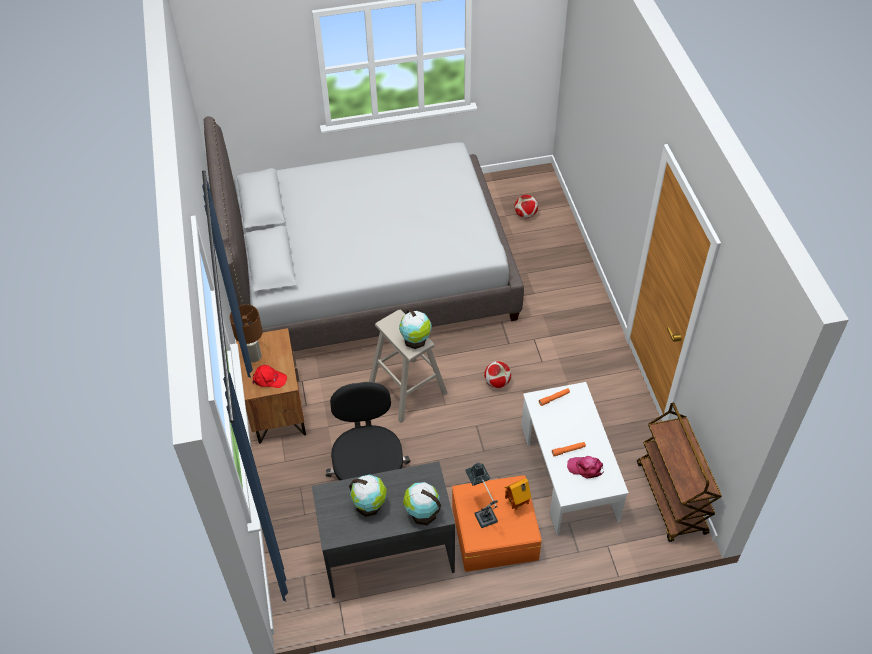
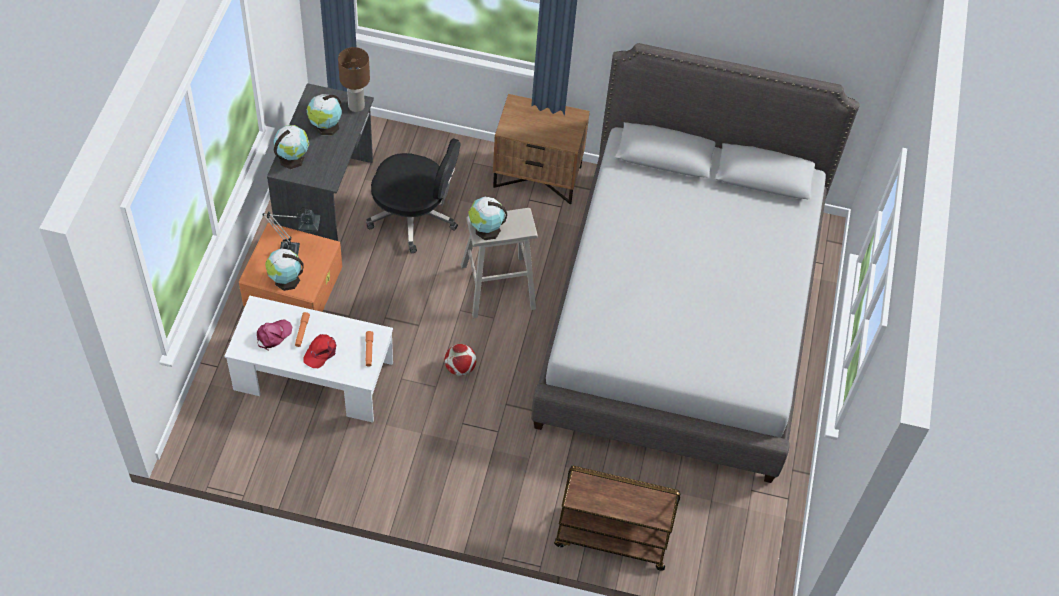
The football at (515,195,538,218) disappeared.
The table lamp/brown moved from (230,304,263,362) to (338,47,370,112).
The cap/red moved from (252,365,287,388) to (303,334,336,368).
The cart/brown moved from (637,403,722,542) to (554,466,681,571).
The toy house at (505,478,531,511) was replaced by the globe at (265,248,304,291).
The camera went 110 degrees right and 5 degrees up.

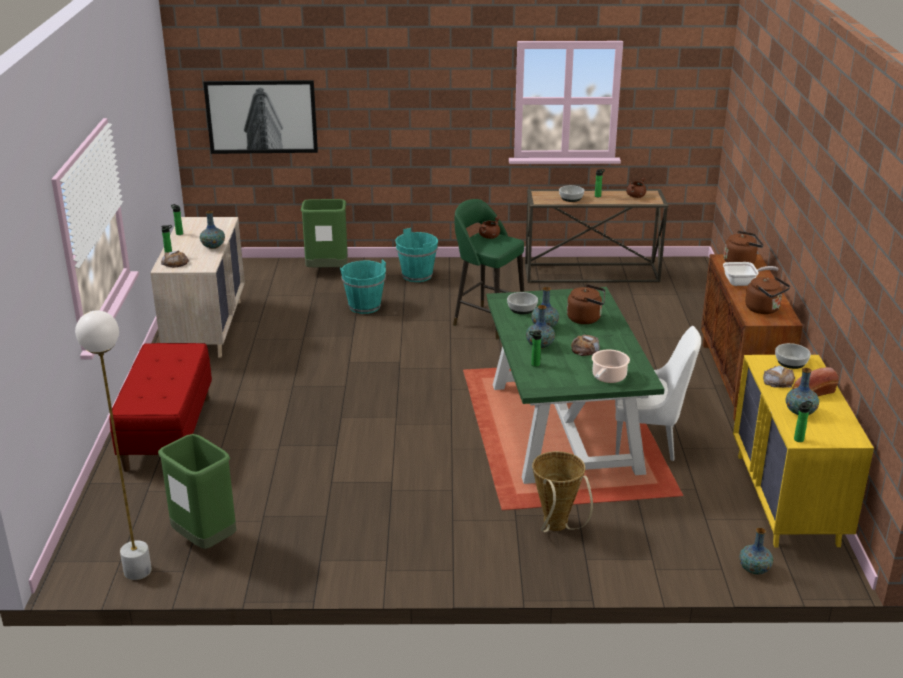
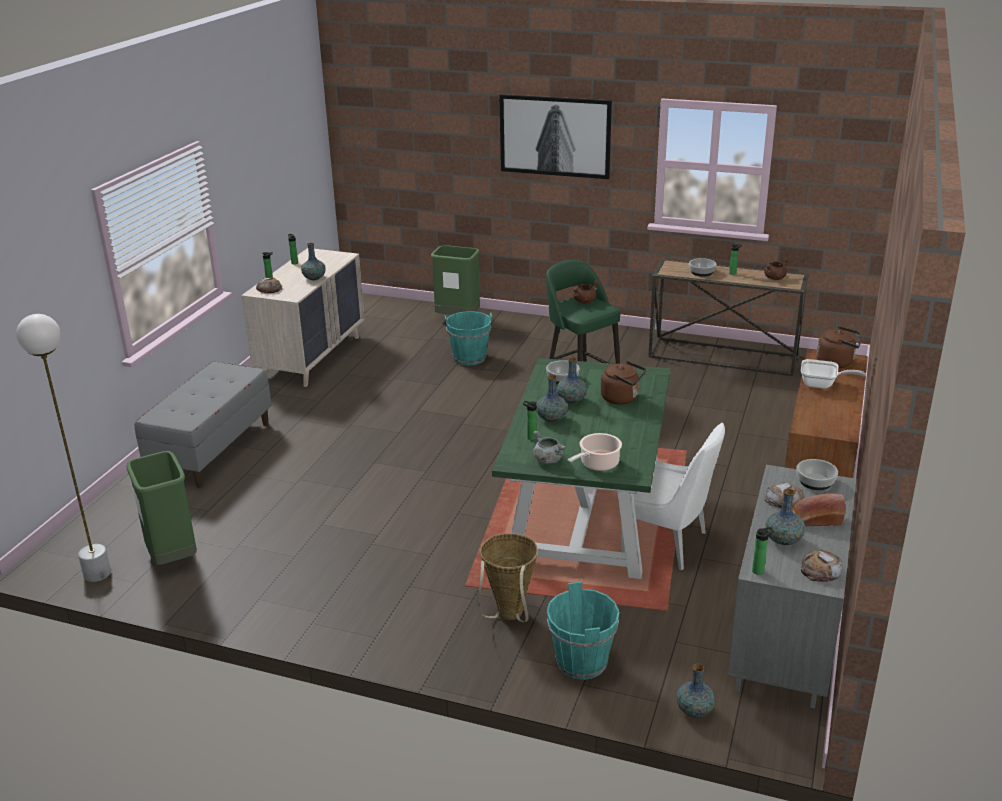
The kettle/brown at (745,276,790,314) disappeared.
The cooking pot/grey at (533,431,566,464) appeared.
The picture moved from (203,80,318,154) to (499,94,612,179).
The bucket/turquoise moved from (395,228,438,282) to (547,582,619,680).
The bread moved from (571,335,600,356) to (801,550,842,582).
The bench/red at (110,343,212,472) became the bench/grey at (135,361,272,488).
The dresser/yellow at (733,355,874,548) became the dresser/grey at (728,465,856,709).
The camera went 20 degrees right and 0 degrees up.

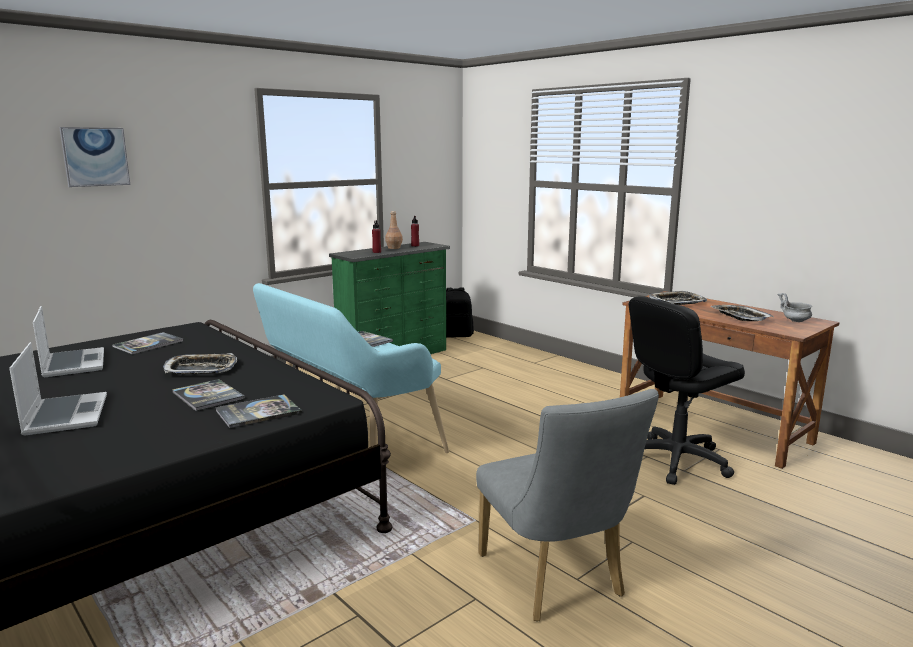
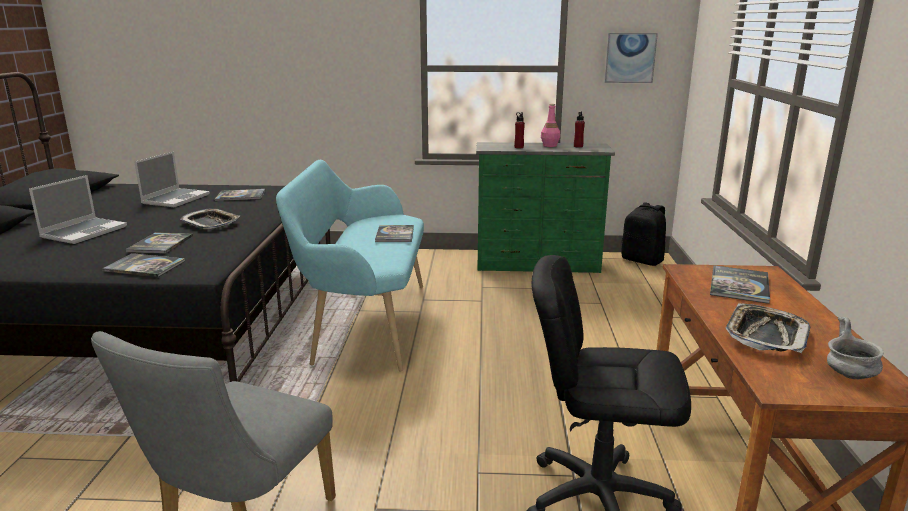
The picture moved from (59,127,130,187) to (604,33,658,83).
The tray at (649,291,707,305) was replaced by the book at (710,265,770,304).
The bottle/brown at (385,211,403,249) became the bottle/pink at (541,104,560,147).
The camera went 45 degrees right and 5 degrees up.

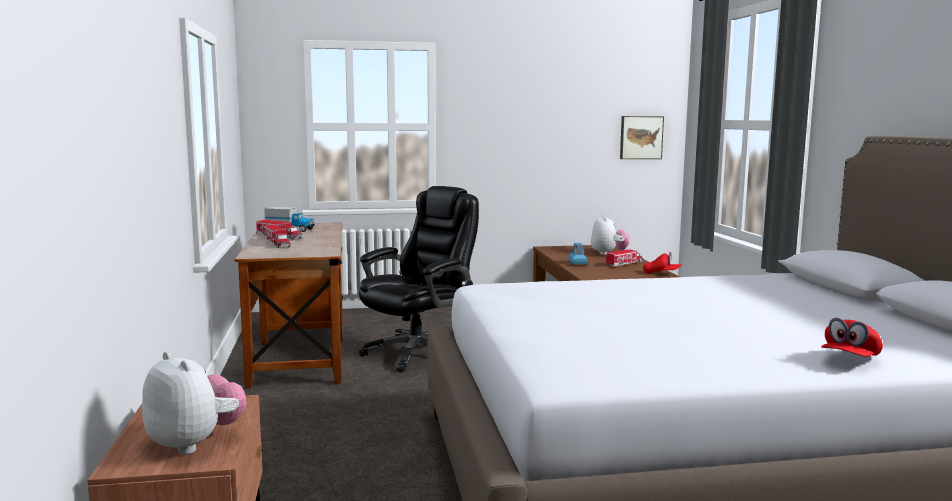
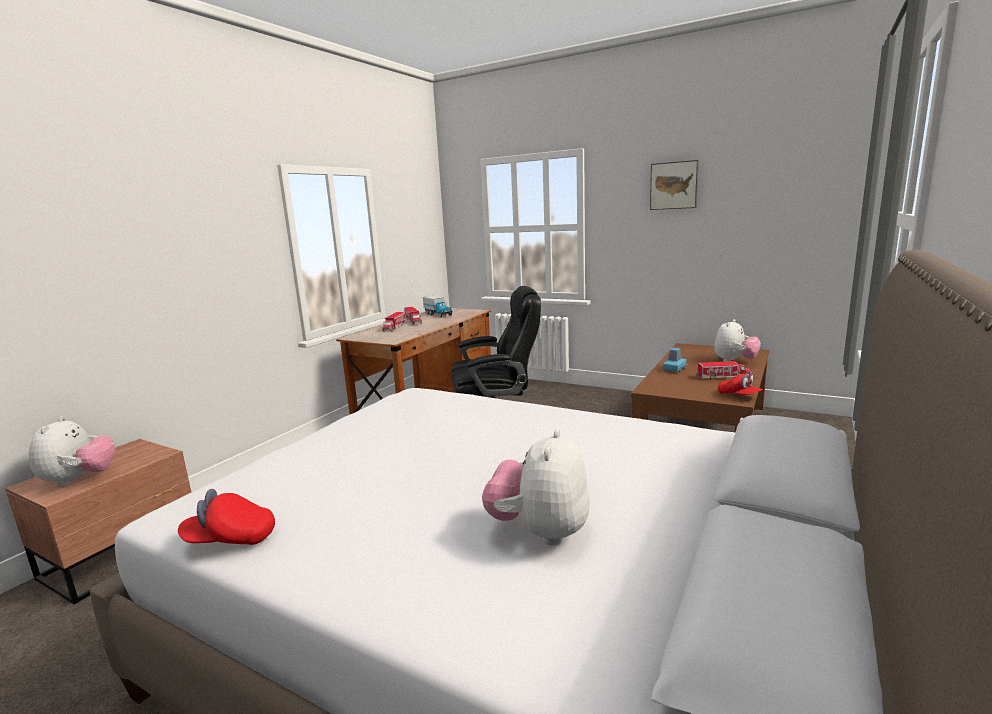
The plush toy at (482,429,590,546) appeared.
The picture moved from (620,116,664,159) to (650,160,699,210).
The cap/red moved from (821,318,883,357) to (178,489,275,545).
The camera went 40 degrees right and 5 degrees up.

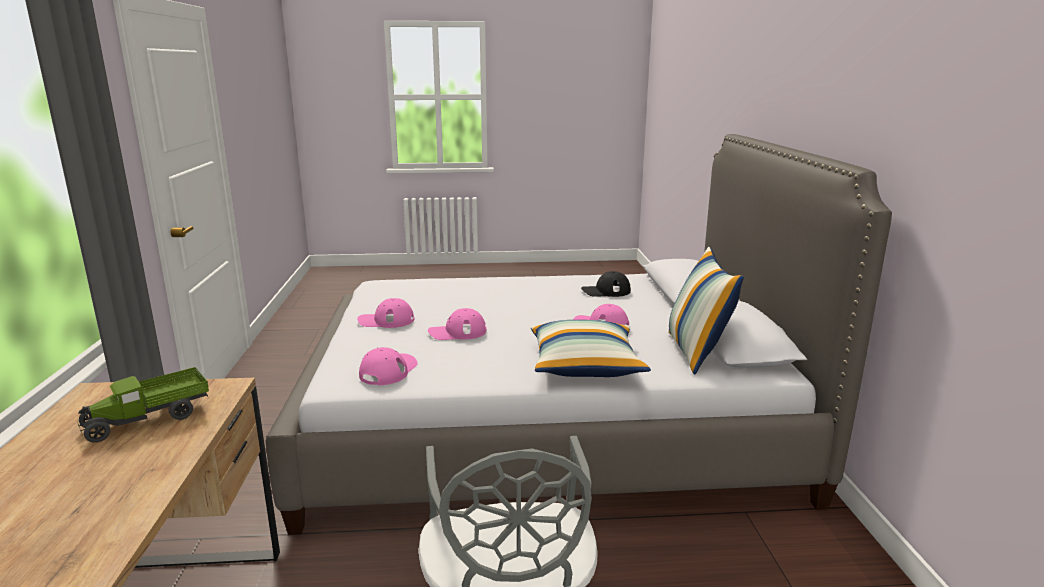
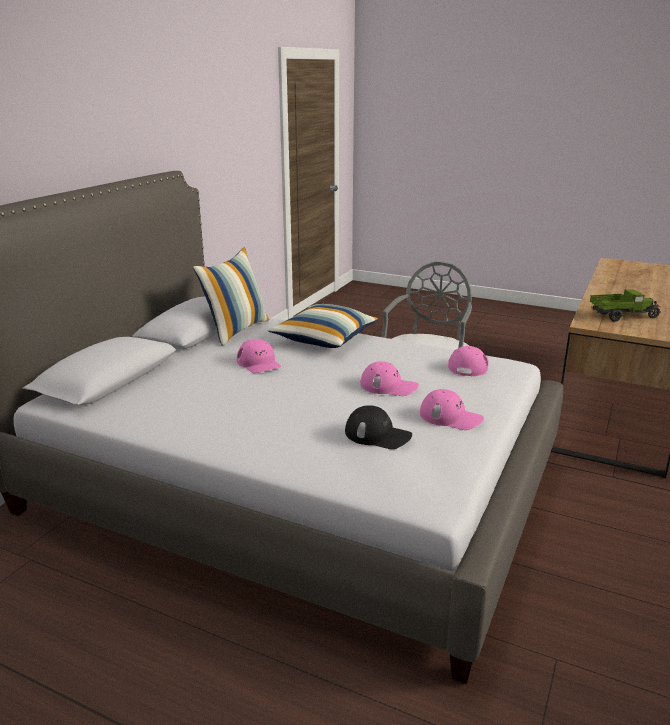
The cap/black moved from (581,271,631,297) to (345,405,412,449).
The cap/pink at (359,347,418,385) turned 150 degrees clockwise.
The camera went 150 degrees left and 5 degrees up.

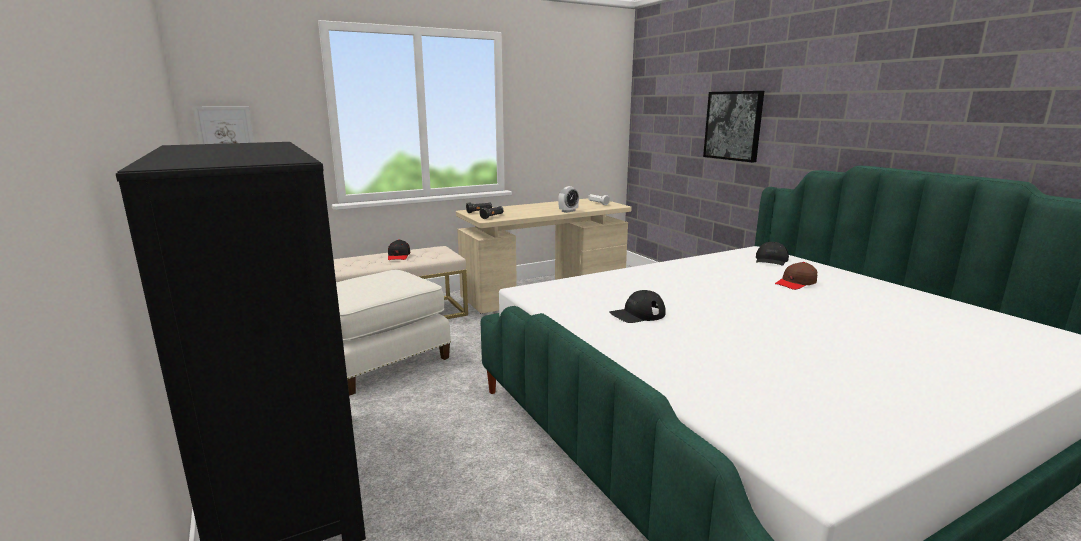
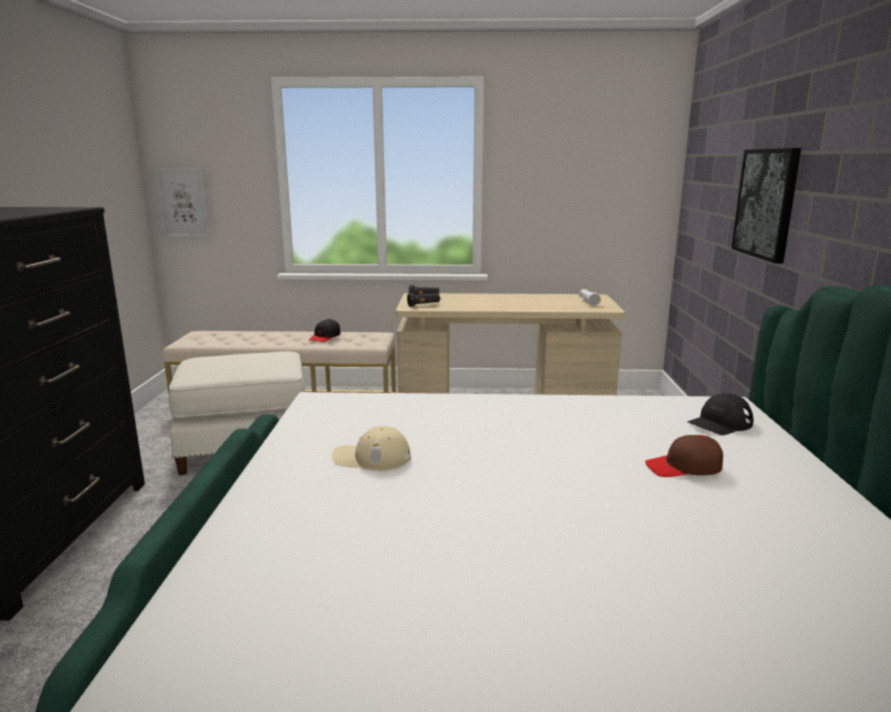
The alarm clock at (558,186,579,213) disappeared.
The cap/black at (609,290,666,323) became the cap/beige at (332,426,411,471).
The camera went 30 degrees right and 0 degrees up.

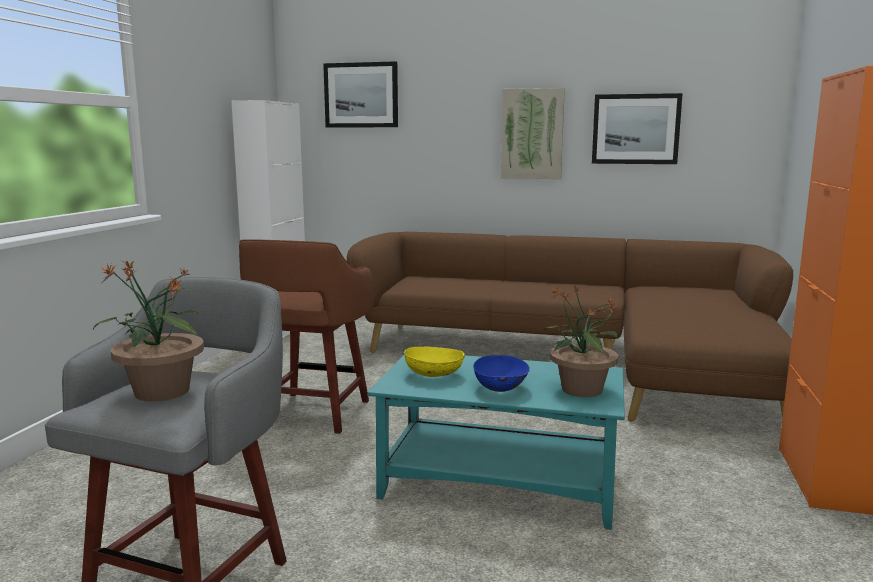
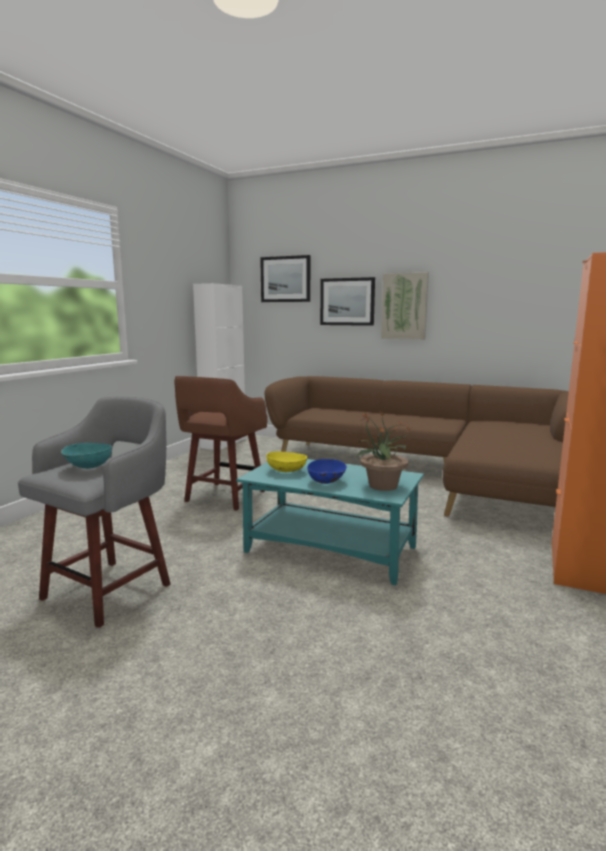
The picture moved from (592,93,683,164) to (320,277,375,326).
The potted plant at (92,260,204,402) was replaced by the bowl/turquoise at (61,443,112,469).
The camera went 10 degrees right and 0 degrees up.

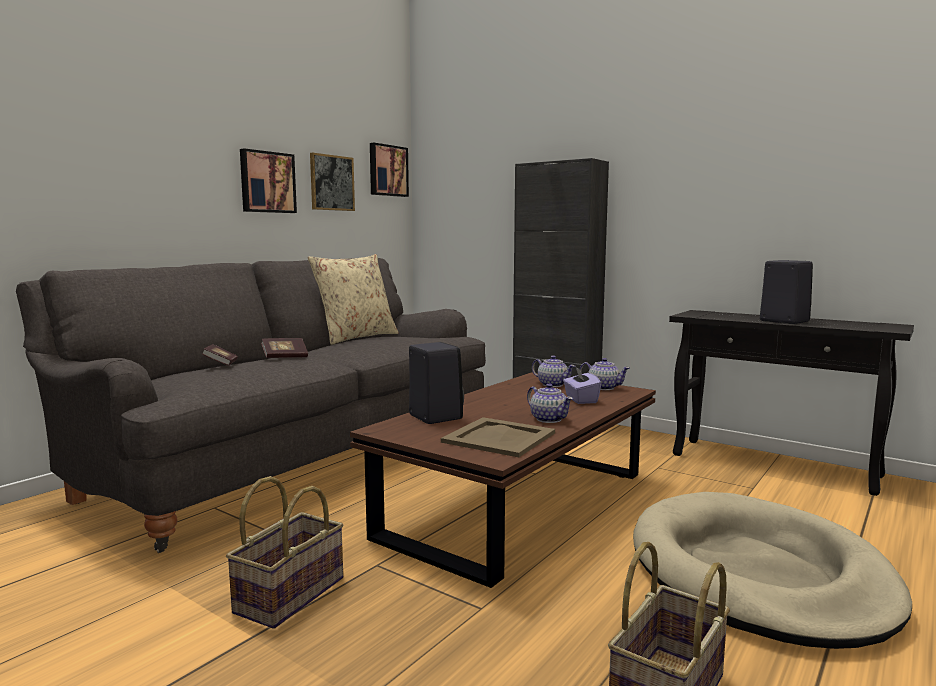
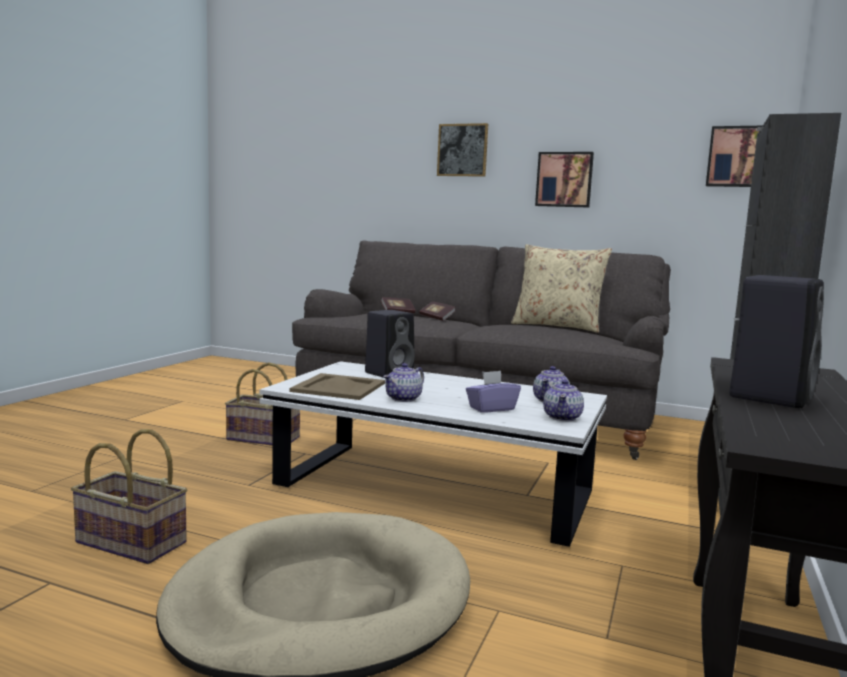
The picture moved from (310,153,355,211) to (437,123,488,177).
The coffee table/brown at (350,372,656,588) became the coffee table/white at (260,361,607,547).
The camera went 75 degrees right and 0 degrees up.

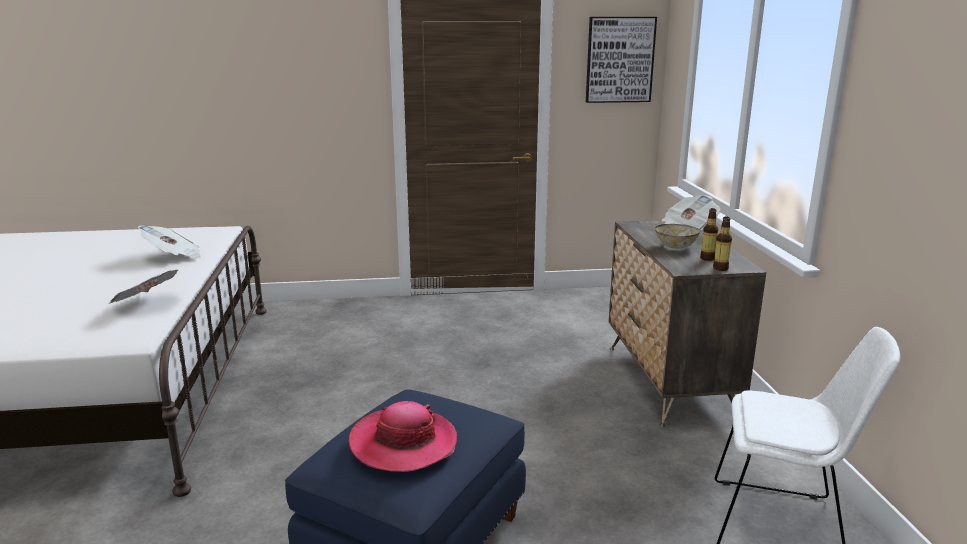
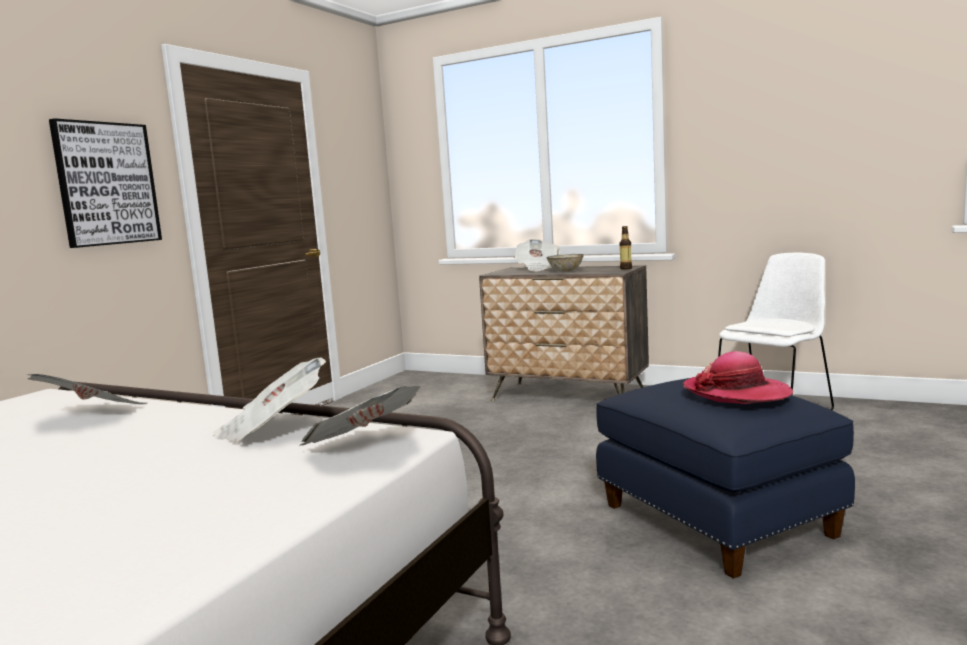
The bottle at (700,208,718,261) disappeared.
The newspaper at (299,386,421,446) appeared.
The picture moved from (586,17,657,103) to (49,118,162,248).
The camera went 55 degrees left and 10 degrees down.

